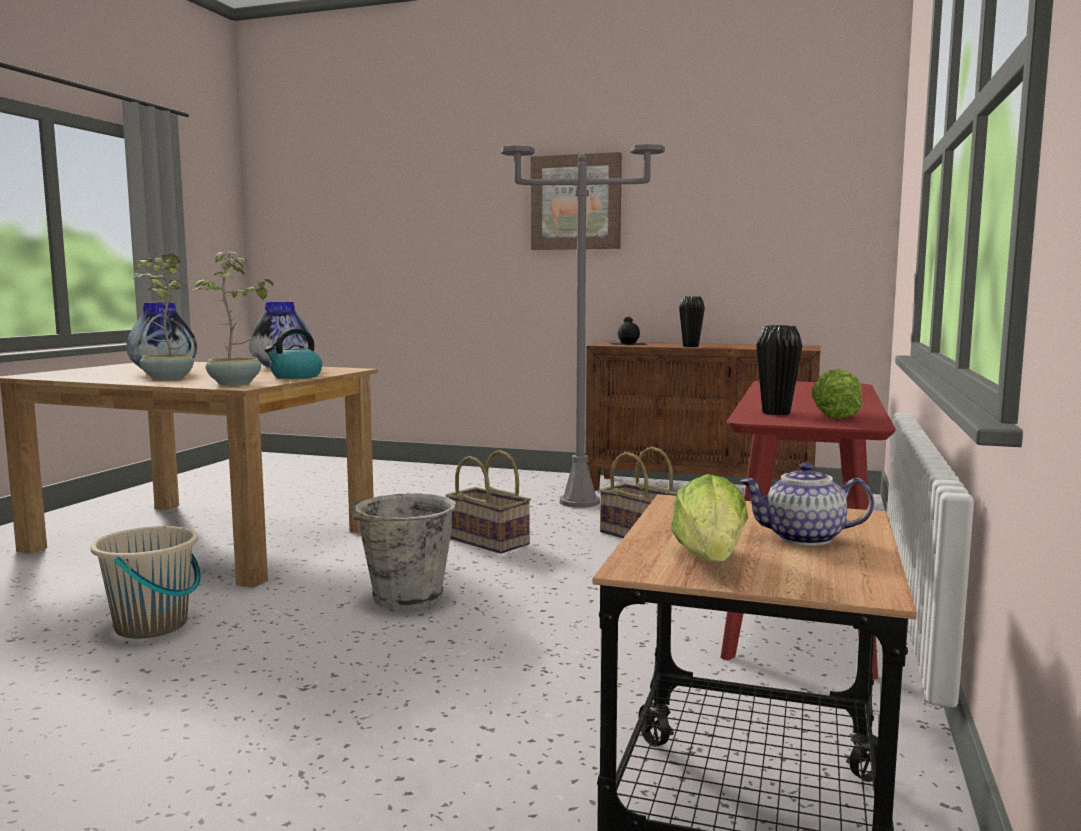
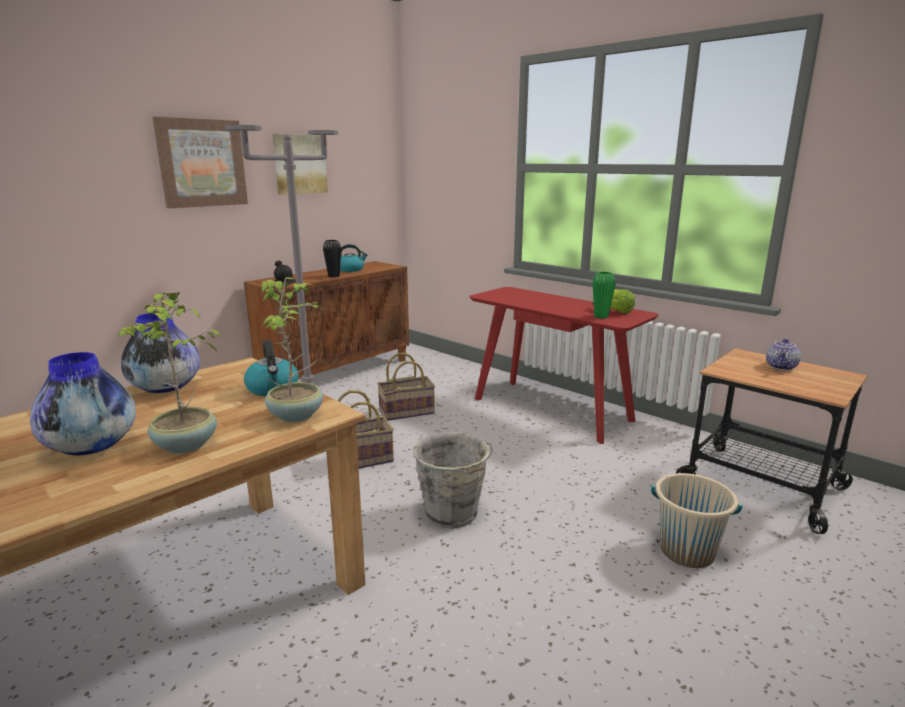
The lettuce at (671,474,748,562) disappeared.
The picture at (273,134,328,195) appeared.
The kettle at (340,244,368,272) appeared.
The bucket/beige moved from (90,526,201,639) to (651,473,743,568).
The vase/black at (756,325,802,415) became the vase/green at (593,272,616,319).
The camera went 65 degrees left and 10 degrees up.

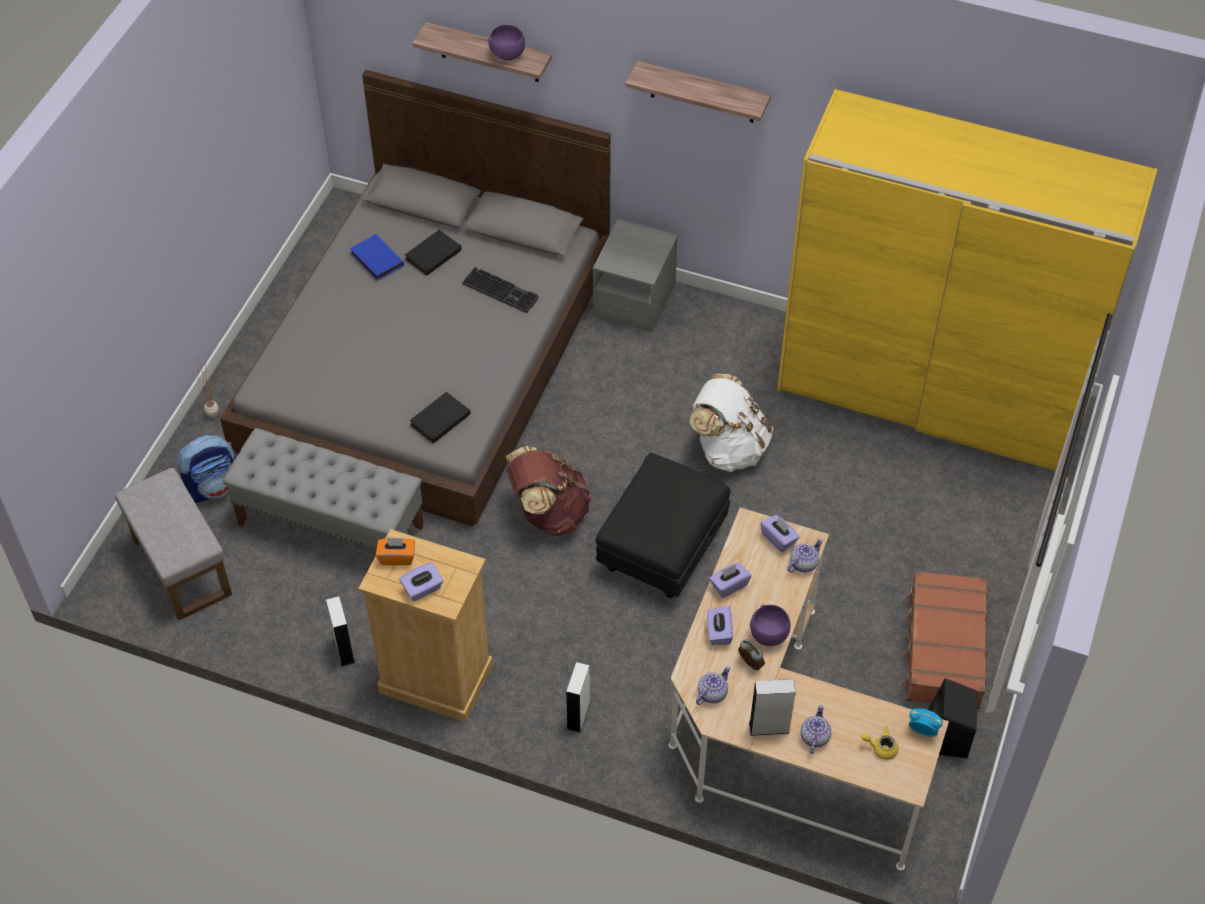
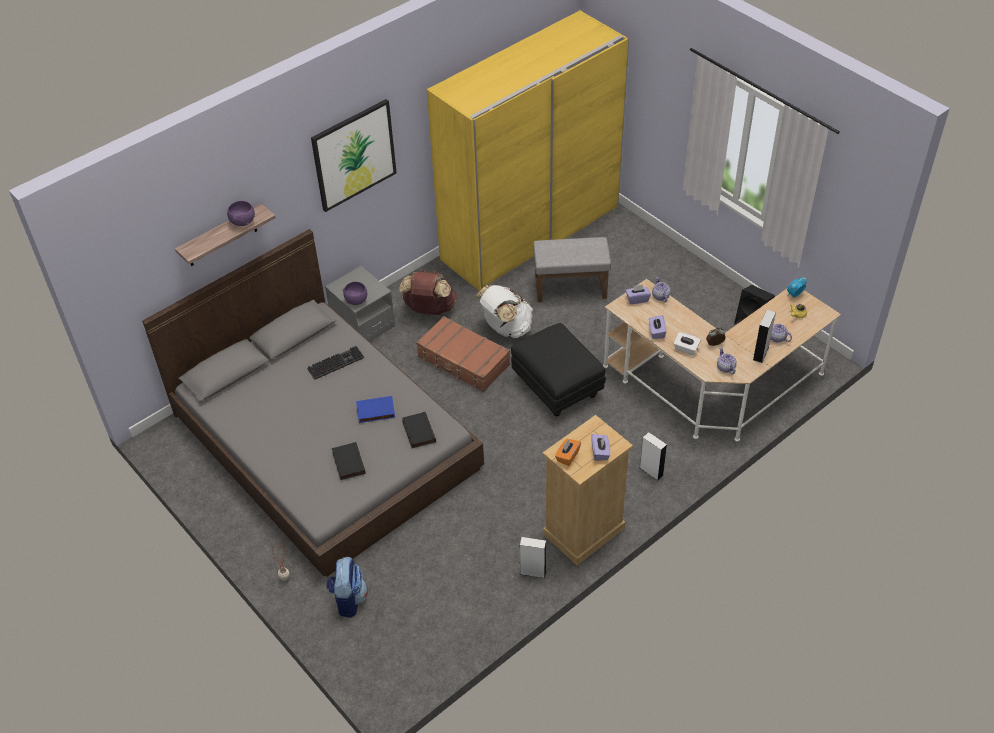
The bench/grey at (223,428,424,550) disappeared.
The ottoman/grey moved from (115,468,232,621) to (533,237,611,303).
The book/blue moved from (350,234,404,281) to (356,396,395,423).
The book/black moved from (405,230,462,276) to (332,442,366,480).
The backpack/brown moved from (506,446,591,536) to (399,270,457,315).
The bowl/purple moved from (750,604,790,646) to (343,282,367,305).
The suitcase/brown moved from (902,571,988,709) to (416,316,510,392).
The shelf at (625,61,771,123) was replaced by the picture at (311,99,397,212).
The tissue box/purple at (707,606,733,645) became the tissue box/white at (674,332,701,355).
The camera went 60 degrees left and 5 degrees down.

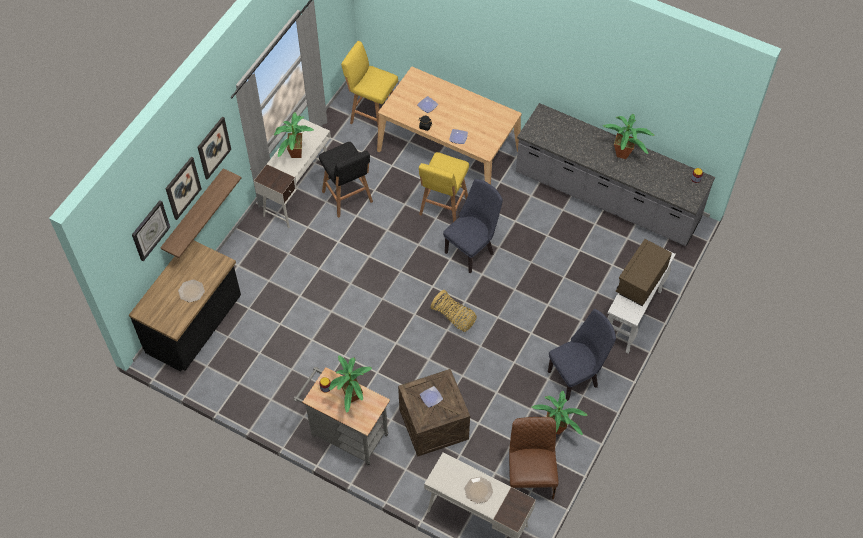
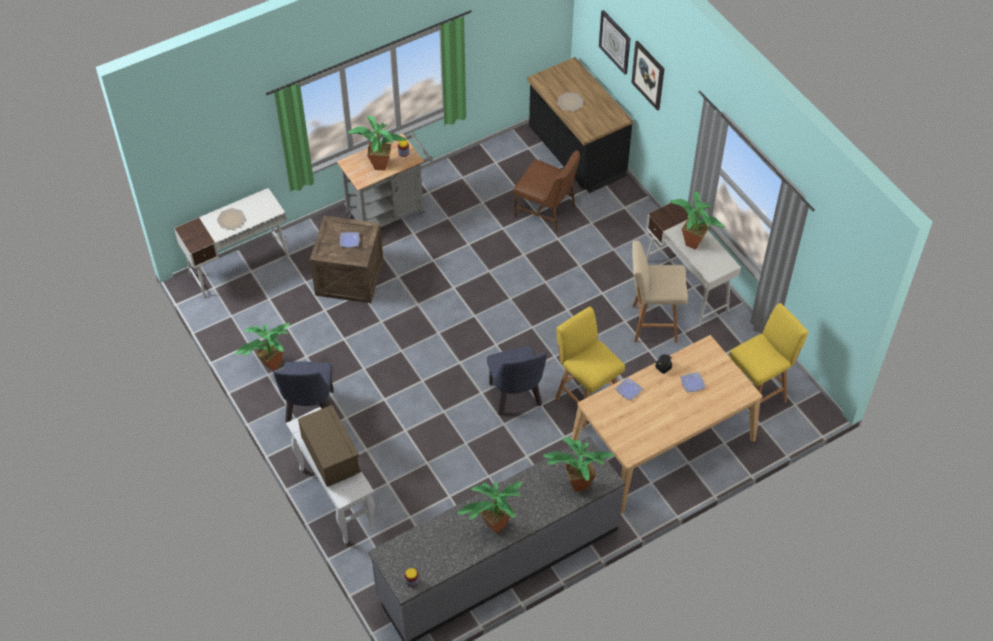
The shelf at (160,168,241,258) disappeared.
The picture at (197,117,231,180) disappeared.
The basket at (431,290,477,332) disappeared.
The potted plant at (543,437,614,492) appeared.
The chair/brown moved from (509,417,558,499) to (513,150,580,232).
The stool/black at (319,142,373,218) became the stool/beige at (632,241,688,343).
The camera went 120 degrees right and 5 degrees down.

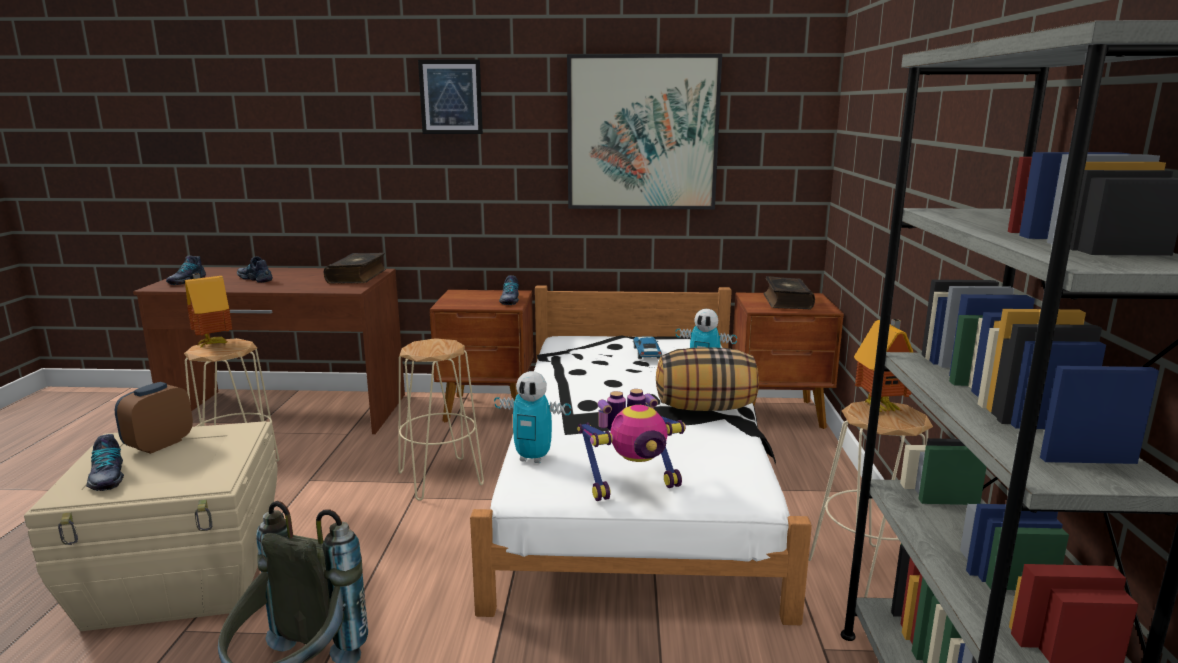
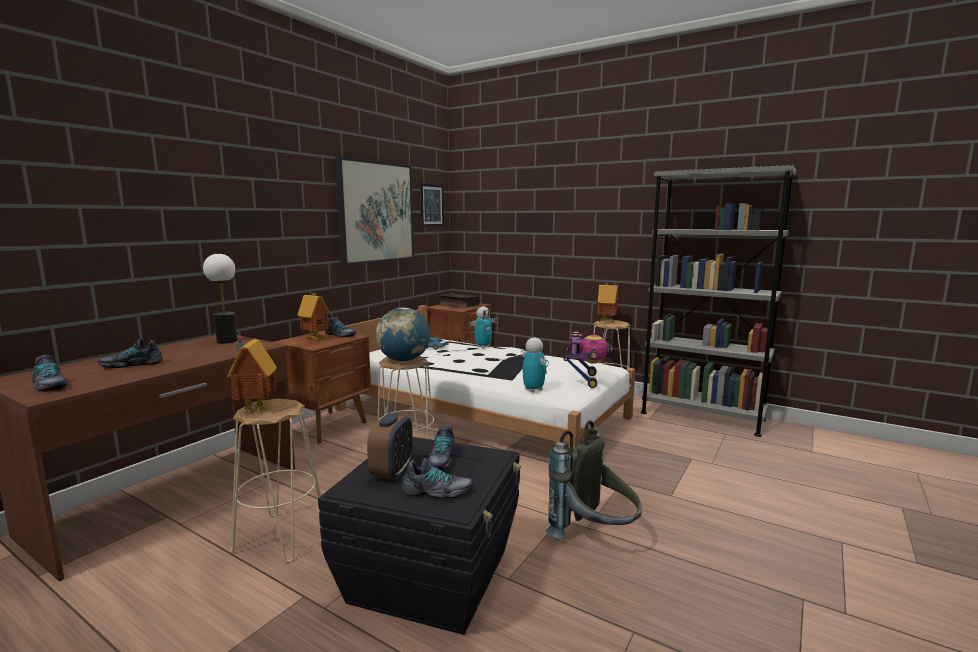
The pillow at (656,347,759,411) disappeared.
The toy house at (297,293,330,340) appeared.
The globe at (376,308,430,362) appeared.
The shoe at (428,425,455,471) appeared.
The picture moved from (418,60,483,134) to (420,184,444,226).
The book at (324,253,386,283) was replaced by the table lamp at (203,254,237,344).
The storage box/beige at (24,421,278,631) became the storage box/black at (318,437,521,635).
The alarm clock at (115,382,193,454) turned 135 degrees counterclockwise.
The toy robot at (494,371,571,463) turned 75 degrees counterclockwise.
The camera went 60 degrees left and 5 degrees down.

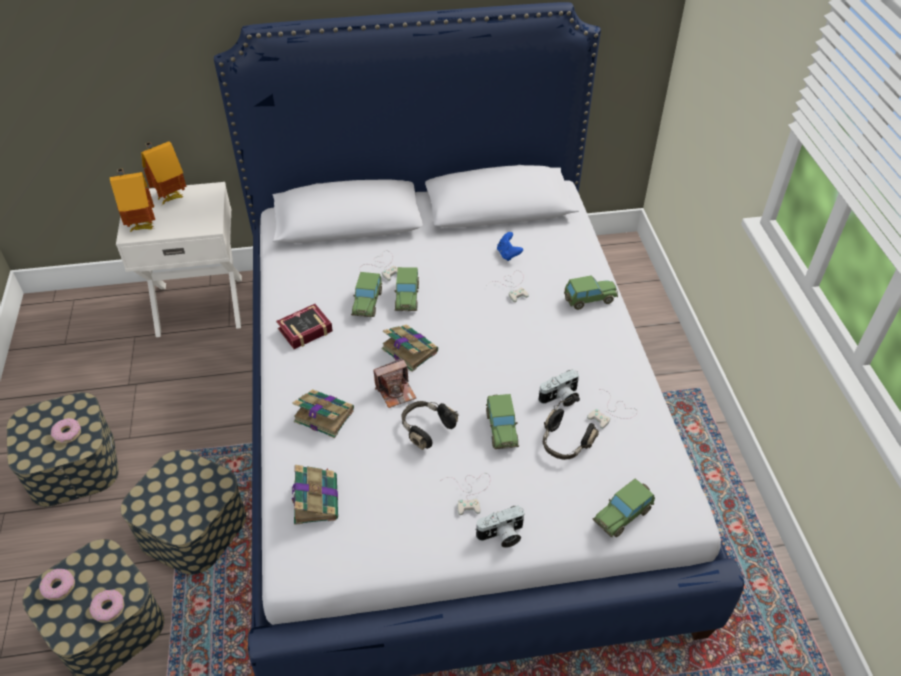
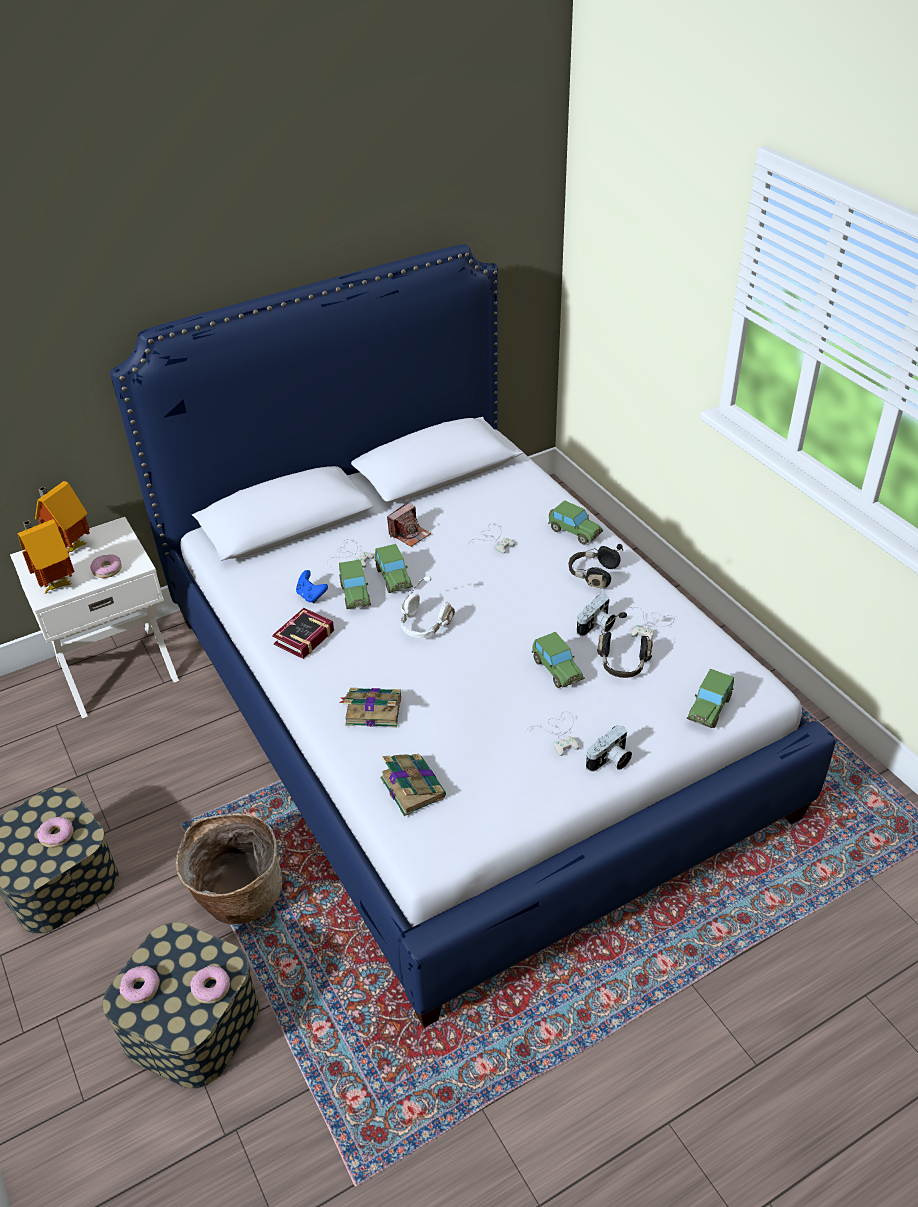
The donut at (90,554,122,578) appeared.
The photo camera moved from (373,358,416,408) to (387,502,431,547).
The headphones/black moved from (402,401,459,450) to (568,544,624,589).
The game controller/blue moved from (497,232,523,261) to (296,570,328,603).
The storage box at (121,450,246,574) was replaced by the basket at (176,814,282,925).
The book at (382,324,438,372) was replaced by the headphones/white at (401,576,455,638).
The toy car at (564,275,618,310) turned 75 degrees clockwise.
The camera went 20 degrees left and 5 degrees down.

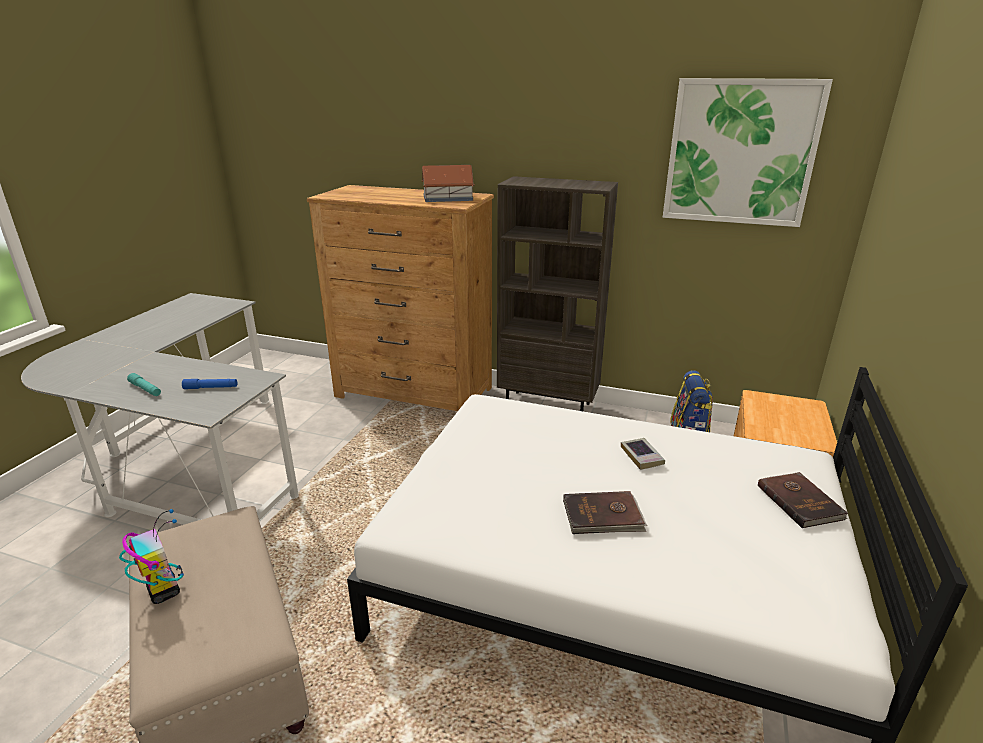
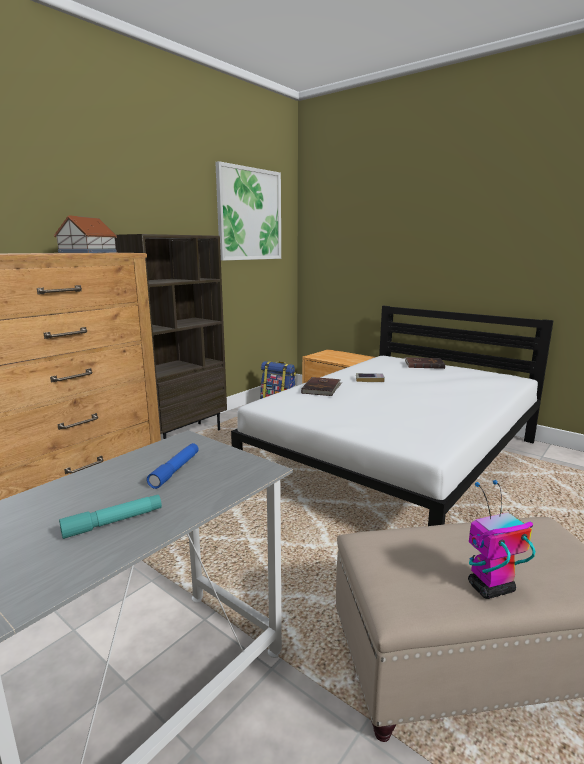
The book/brown moved from (563,491,647,534) to (301,377,342,396).
The camera went 70 degrees left and 10 degrees down.

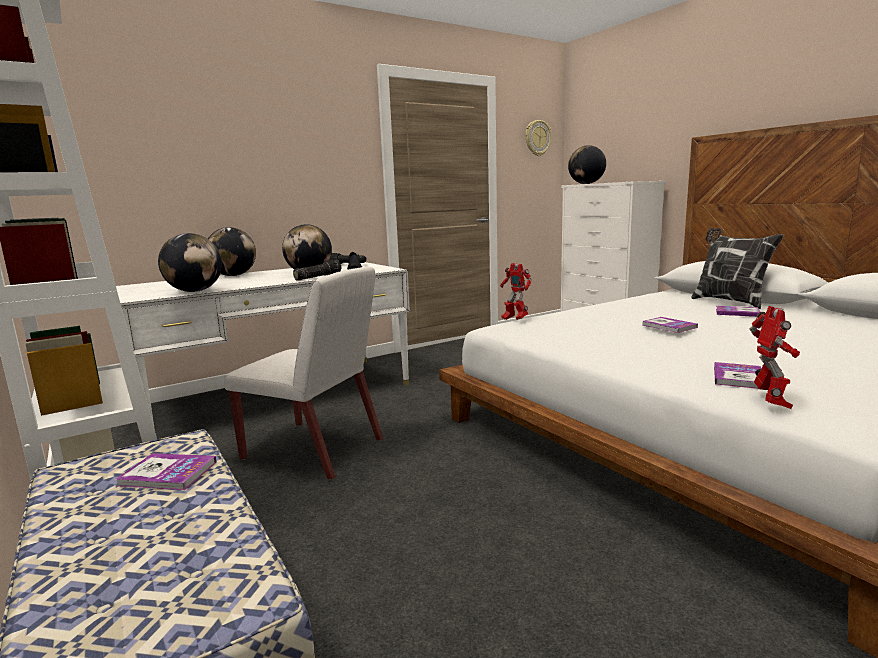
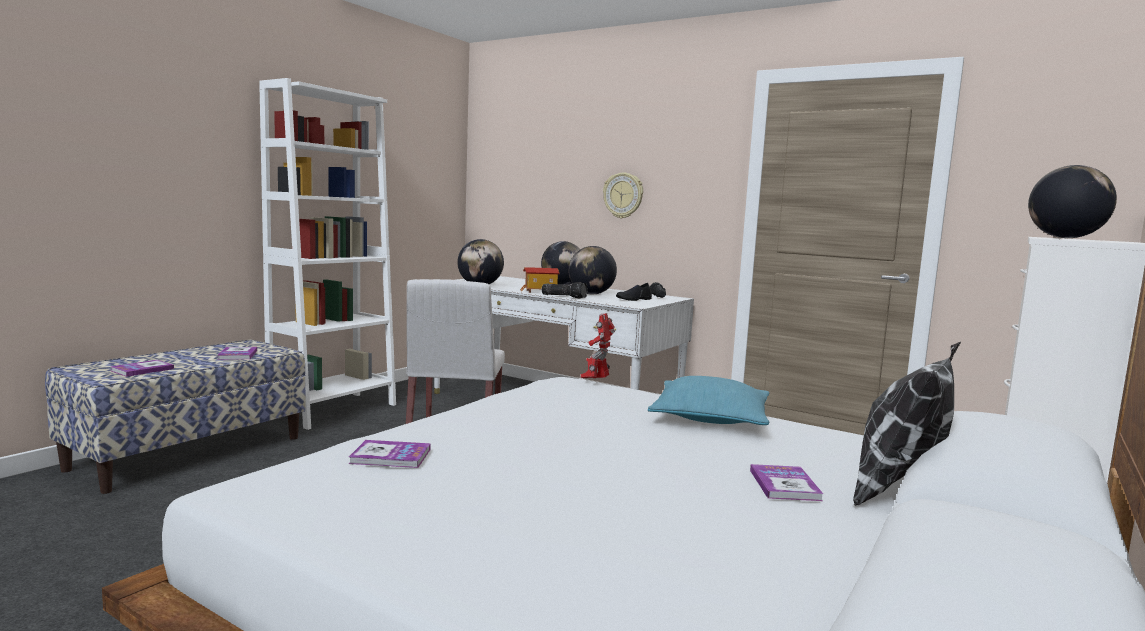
The toy robot at (750,306,800,409) disappeared.
The toy house at (520,267,560,293) appeared.
The pillow/turquoise at (648,376,770,425) appeared.
The wall clock moved from (525,120,552,156) to (603,173,643,219).
The book moved from (642,317,698,333) to (110,360,174,377).
The camera went 65 degrees right and 5 degrees down.

